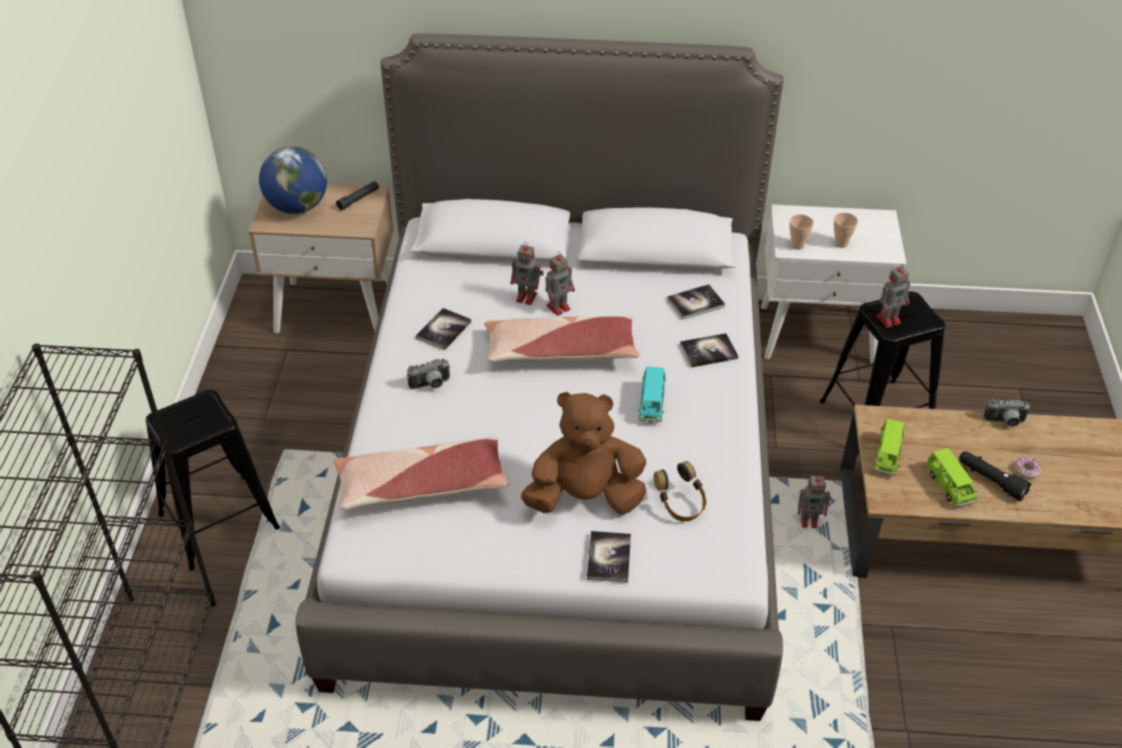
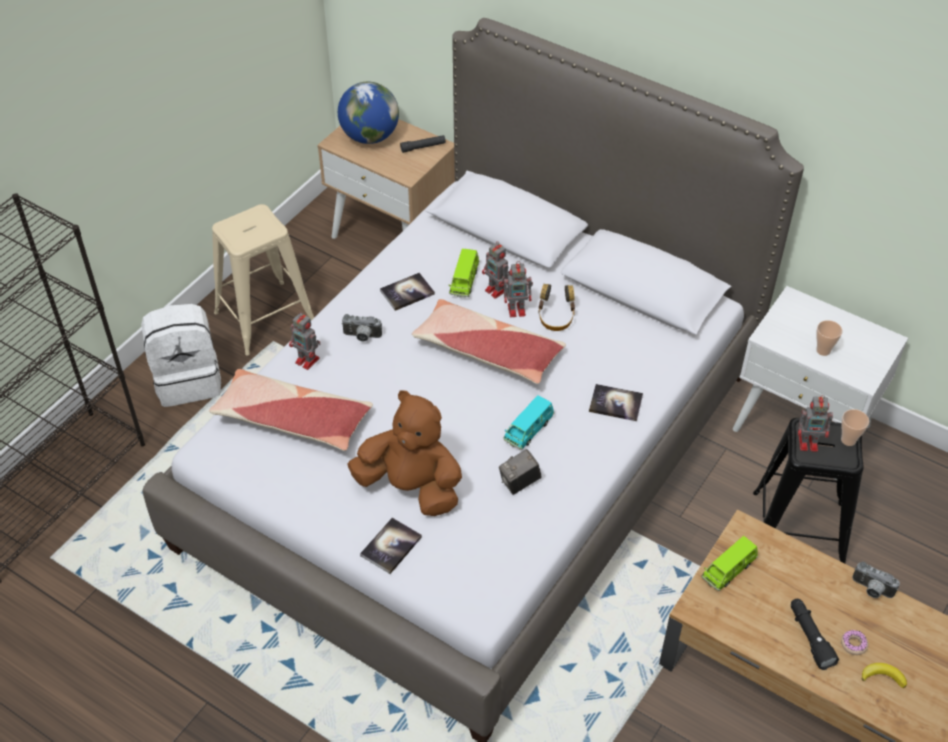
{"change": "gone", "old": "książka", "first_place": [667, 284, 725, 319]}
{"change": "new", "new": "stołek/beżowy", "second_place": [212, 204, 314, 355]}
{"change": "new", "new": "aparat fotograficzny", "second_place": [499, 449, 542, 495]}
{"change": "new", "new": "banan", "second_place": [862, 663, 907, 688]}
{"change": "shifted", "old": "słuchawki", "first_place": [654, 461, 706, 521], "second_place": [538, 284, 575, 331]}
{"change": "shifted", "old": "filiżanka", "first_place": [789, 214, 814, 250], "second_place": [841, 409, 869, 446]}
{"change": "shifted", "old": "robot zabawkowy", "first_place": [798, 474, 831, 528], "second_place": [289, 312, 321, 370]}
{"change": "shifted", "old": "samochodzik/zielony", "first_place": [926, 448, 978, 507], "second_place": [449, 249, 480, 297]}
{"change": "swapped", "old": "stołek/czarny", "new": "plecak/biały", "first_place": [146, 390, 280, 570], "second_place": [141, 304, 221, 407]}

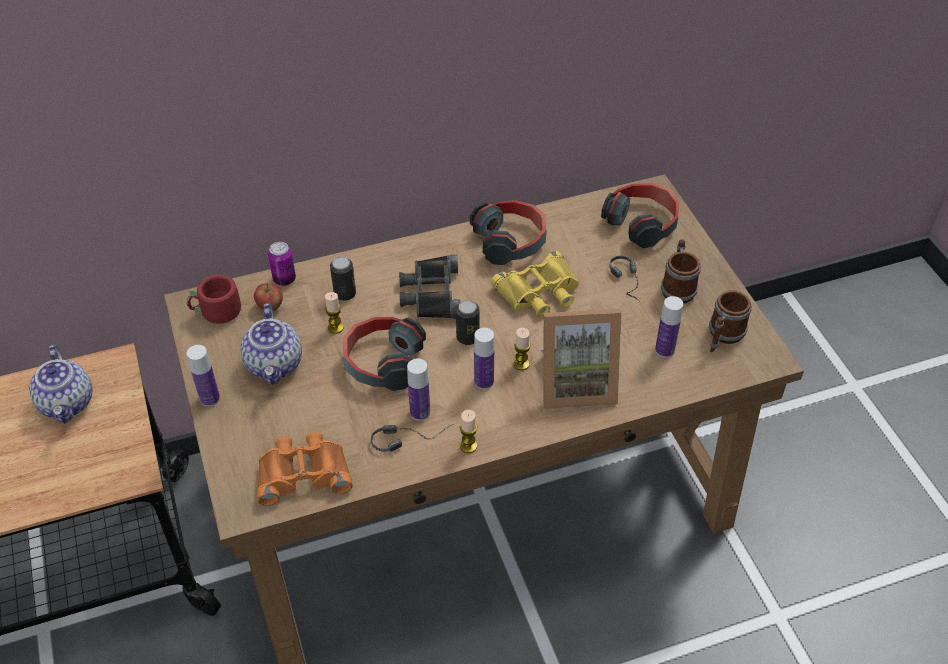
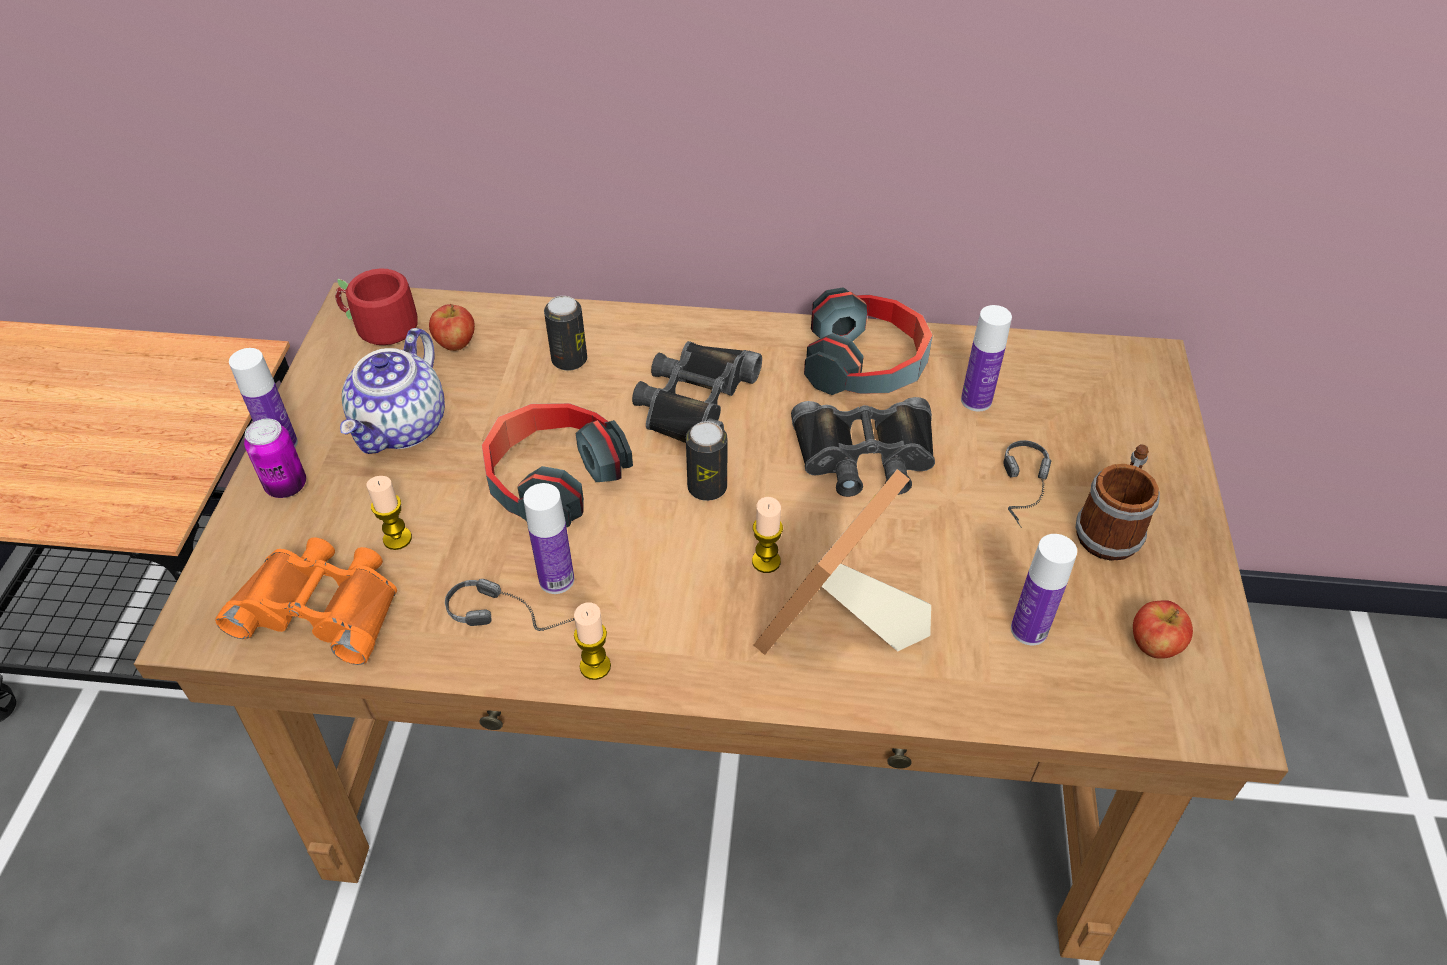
{"change": "gone", "old": "imbryk", "first_place": [29, 345, 92, 423]}
{"change": "gone", "old": "słuchawki", "first_place": [601, 183, 680, 248]}
{"change": "shifted", "old": "puszka", "first_place": [268, 242, 296, 286], "second_place": [244, 419, 306, 498]}
{"change": "shifted", "old": "świeca", "first_place": [325, 292, 344, 334], "second_place": [366, 476, 412, 550]}
{"change": "shifted", "old": "butelka", "first_place": [474, 328, 494, 390], "second_place": [961, 305, 1012, 411]}
{"change": "swapped", "old": "kubek", "new": "jabłko", "first_place": [709, 290, 752, 352], "second_place": [1133, 600, 1193, 659]}
{"change": "repainted", "old": "lornetka/żółty", "new": "lornetka/czarny", "first_place": [491, 251, 579, 317], "second_place": [791, 397, 935, 497]}
{"change": "rotated", "old": "ramka na zdjęcie", "first_place": [540, 309, 622, 409], "second_place": [753, 469, 931, 655], "degrees": 105}

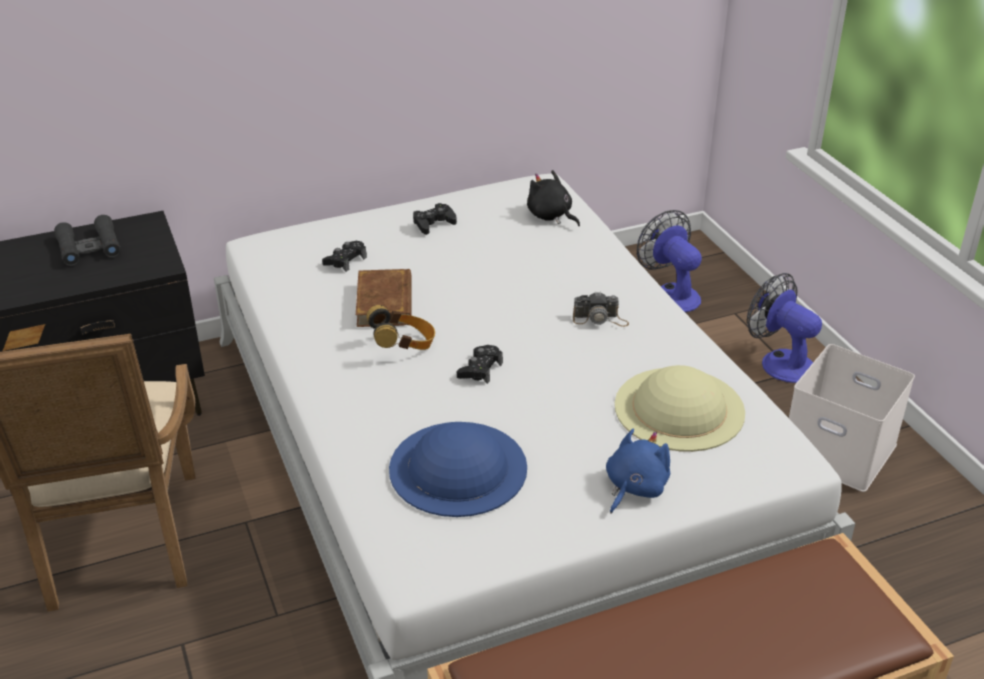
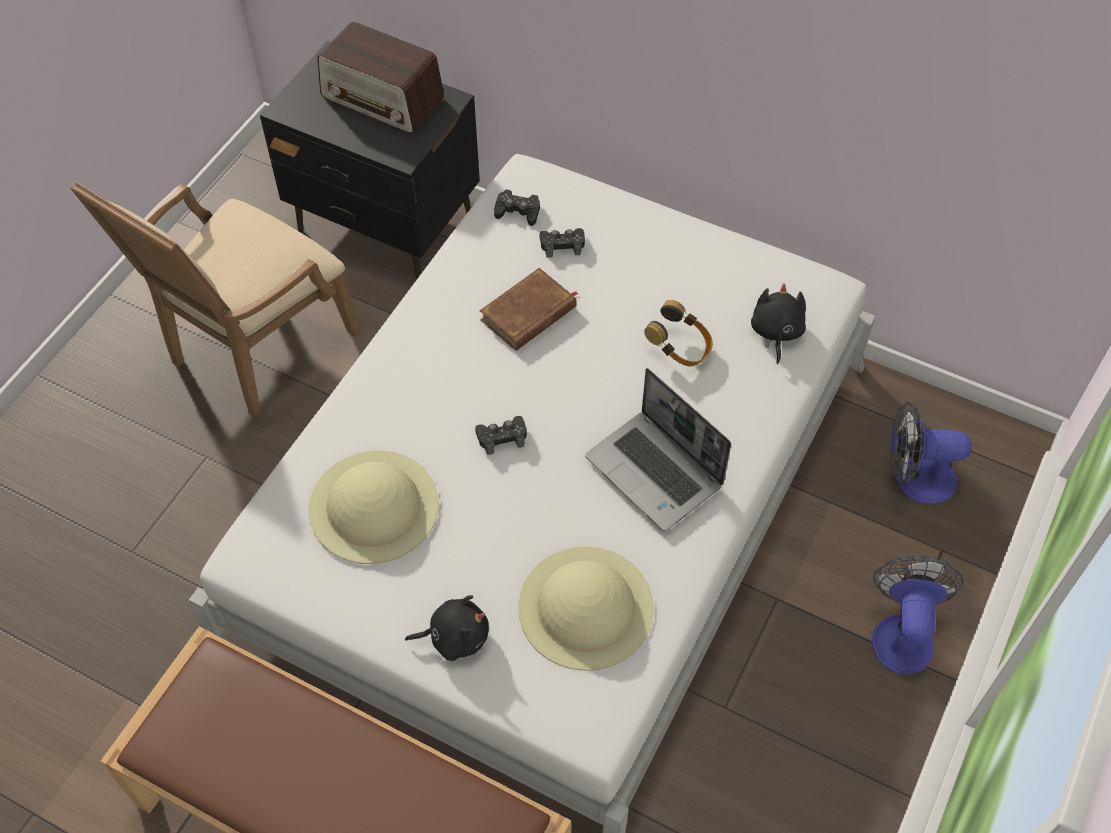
{"change": "gone", "old": "pojemnik do przechowywania/biały", "first_place": [789, 344, 915, 492]}
{"change": "shifted", "old": "słuchawki", "first_place": [366, 305, 435, 350], "second_place": [644, 300, 713, 367]}
{"change": "shifted", "old": "pad do gier/czarny", "first_place": [413, 203, 457, 235], "second_place": [494, 189, 540, 226]}
{"change": "swapped", "old": "lornetka/czarny", "new": "radio", "first_place": [54, 215, 120, 266], "second_place": [318, 21, 444, 133]}
{"change": "swapped", "old": "aparat fotograficzny", "new": "laptop", "first_place": [573, 292, 629, 327], "second_place": [585, 368, 731, 531]}
{"change": "repainted", "old": "kapelusz/niebieski", "new": "kapelusz/beżowy", "first_place": [389, 422, 527, 517], "second_place": [308, 451, 439, 564]}
{"change": "repainted", "old": "pluszak/niebieski", "new": "pluszak/czarny", "first_place": [606, 429, 670, 514], "second_place": [405, 595, 489, 661]}
{"change": "rotated", "old": "wentylator", "first_place": [637, 210, 702, 312], "second_place": [890, 402, 971, 504], "degrees": -105}

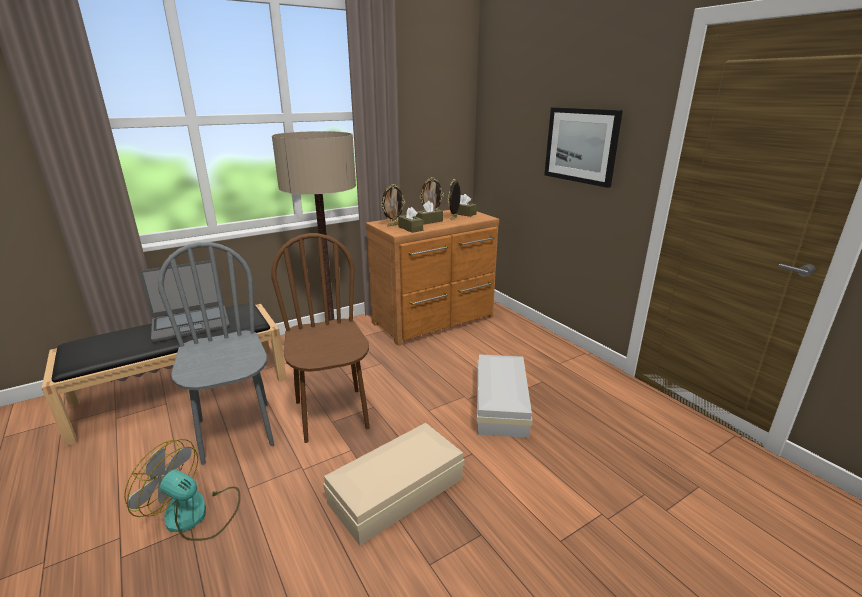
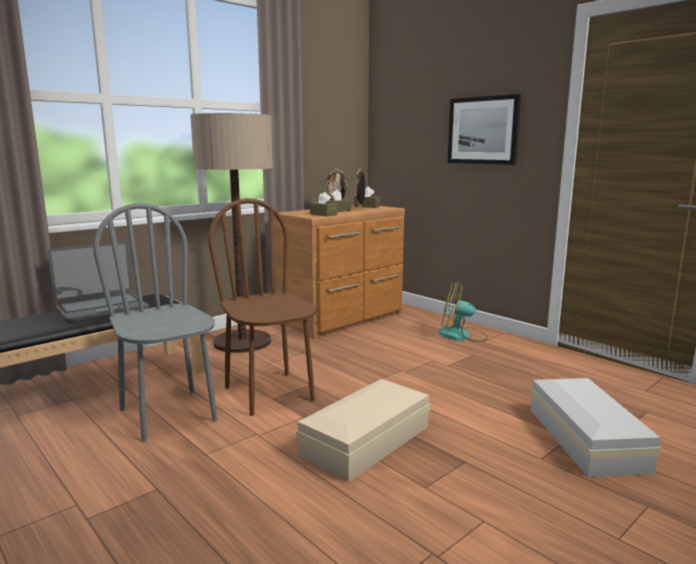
{"change": "gone", "old": "ramka na zdjęcie", "first_place": [381, 184, 405, 226]}
{"change": "shifted", "old": "wentylator", "first_place": [124, 439, 241, 541], "second_place": [438, 282, 487, 342]}
{"change": "shifted", "old": "pojemnik do przechowywania/biały", "first_place": [477, 354, 532, 438], "second_place": [530, 378, 661, 477]}

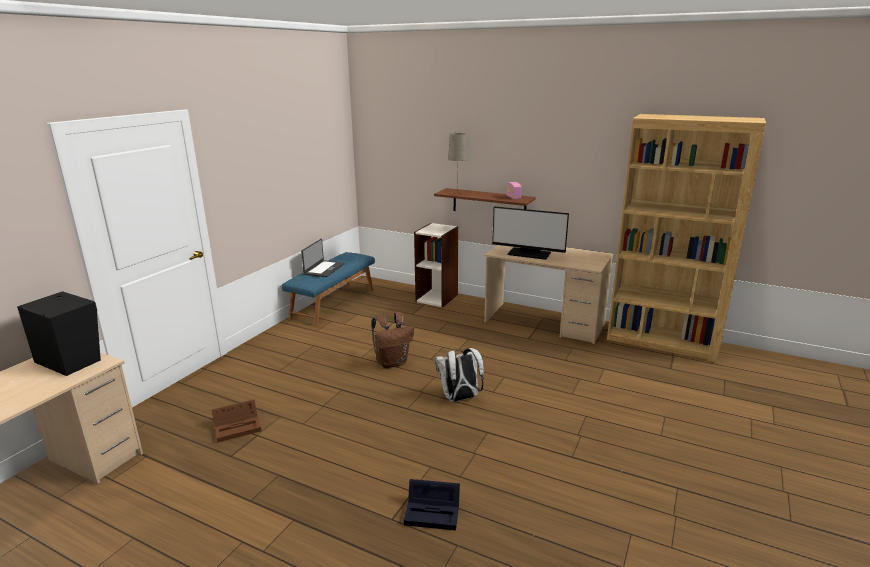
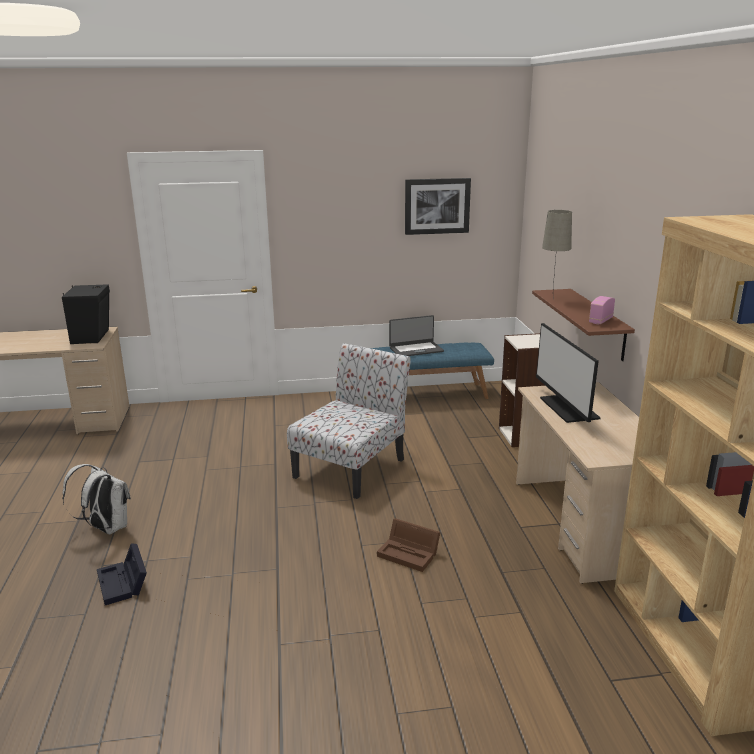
{"change": "new", "new": "obraz", "second_place": [405, 178, 471, 235]}
{"change": "shifted", "old": "pojemnik do przechowywania/brązowy", "first_place": [212, 400, 261, 443], "second_place": [377, 519, 440, 572]}
{"change": "shifted", "old": "plecak/biały", "first_place": [435, 348, 484, 402], "second_place": [62, 464, 131, 534]}
{"change": "swapped", "old": "plecak/brązowy", "new": "krzesło", "first_place": [371, 312, 414, 368], "second_place": [287, 343, 411, 499]}

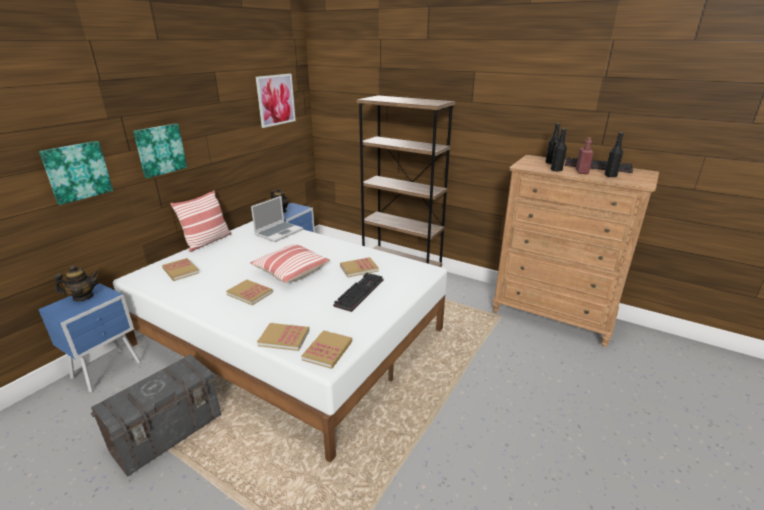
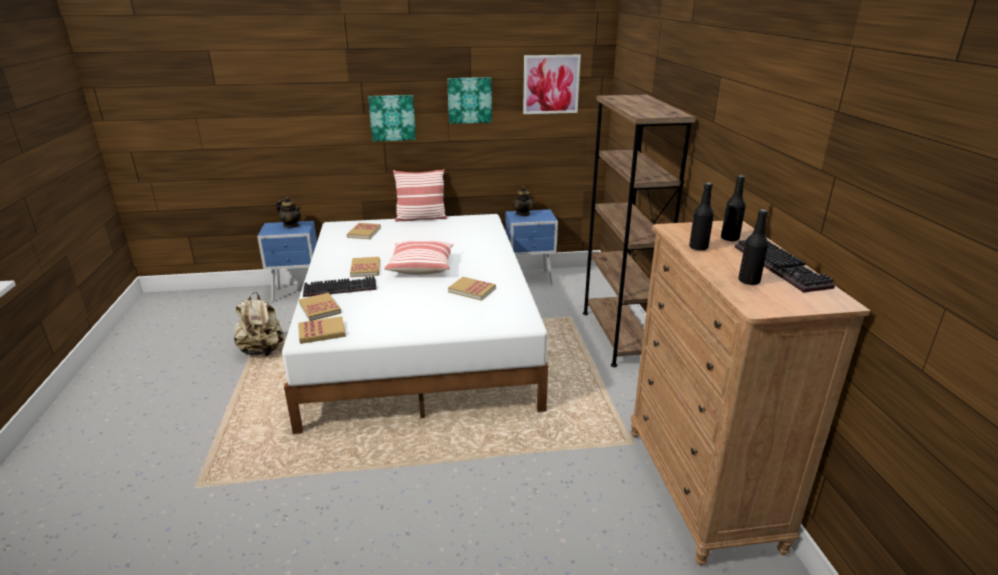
{"change": "gone", "old": "laptop", "first_place": [251, 196, 303, 242]}
{"change": "gone", "old": "butelka/czerwony", "first_place": [576, 137, 594, 174]}
{"change": "shifted", "old": "obraz", "first_place": [39, 141, 113, 205], "second_place": [447, 77, 492, 124]}
{"change": "shifted", "old": "klawiatura", "first_place": [333, 273, 383, 312], "second_place": [303, 276, 377, 297]}
{"change": "swapped", "old": "pojemnik do przechowywania/szary", "new": "plecak/beżowy", "first_place": [91, 354, 221, 477], "second_place": [234, 292, 284, 356]}

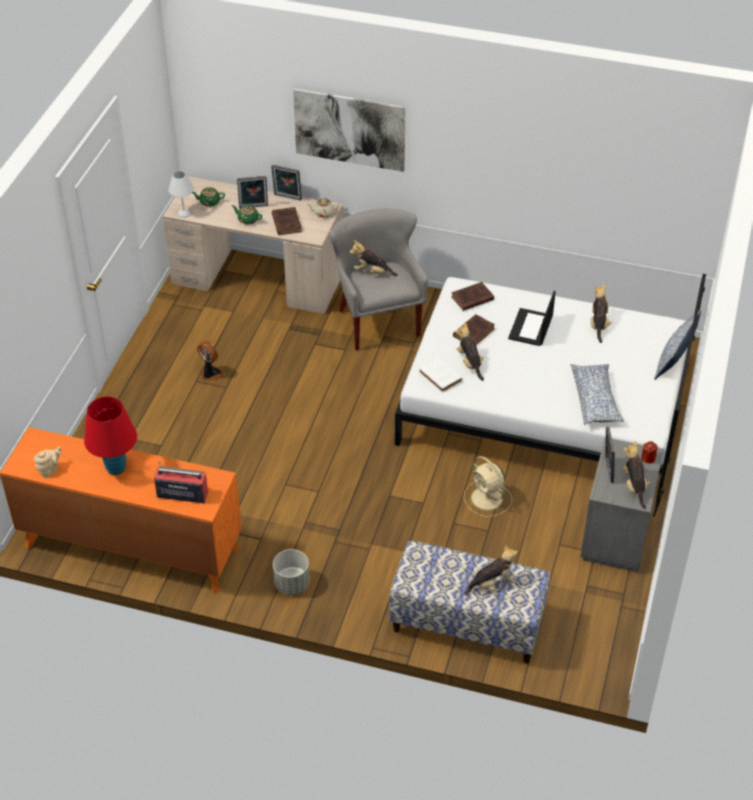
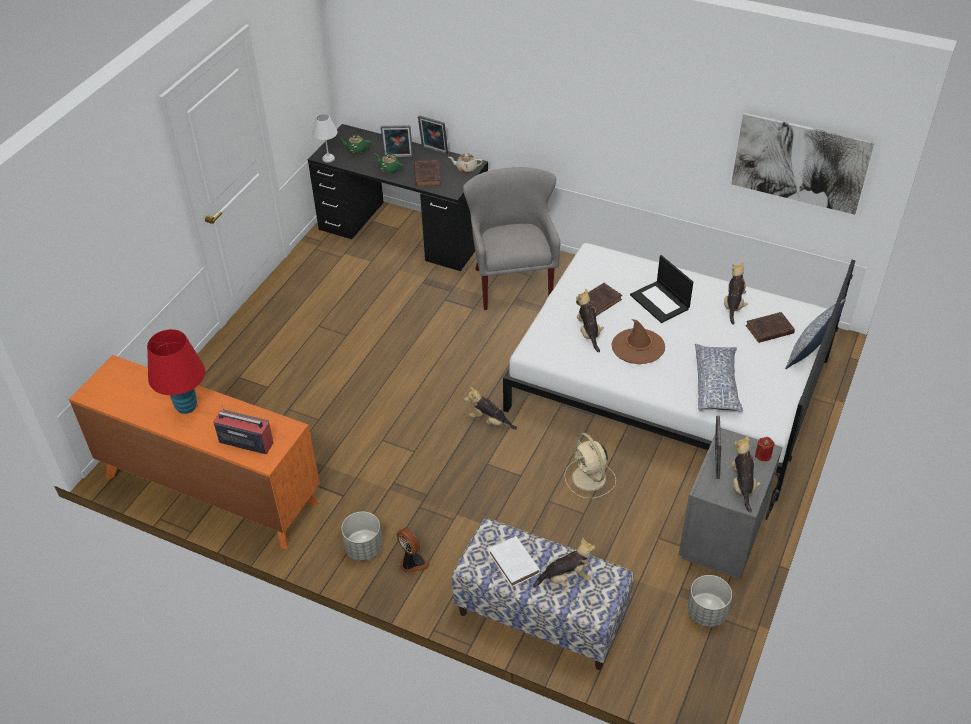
{"change": "gone", "old": "imbryk/beżowy", "first_place": [34, 447, 61, 478]}
{"change": "new", "new": "kapelusz/brązowy", "second_place": [611, 319, 665, 364]}
{"change": "new", "new": "donica/szary", "second_place": [687, 575, 732, 627]}
{"change": "shifted", "old": "wentylator", "first_place": [197, 341, 225, 381], "second_place": [397, 527, 430, 574]}
{"change": "shifted", "old": "obraz", "first_place": [293, 88, 406, 172], "second_place": [731, 113, 874, 215]}
{"change": "shifted", "old": "pluszak", "first_place": [349, 240, 398, 276], "second_place": [464, 387, 517, 429]}
{"change": "shifted", "old": "książka/biały", "first_place": [419, 357, 463, 393], "second_place": [489, 536, 540, 587]}
{"change": "shifted", "old": "książka/brązowy", "first_place": [451, 282, 494, 311], "second_place": [746, 312, 795, 343]}
{"change": "repainted", "old": "biurko/beżowy", "new": "biurko/czarny", "first_place": [163, 176, 343, 314], "second_place": [308, 124, 488, 271]}
{"change": "rotated", "old": "laptop", "first_place": [508, 291, 556, 346], "second_place": [630, 255, 693, 323], "degrees": -60}

